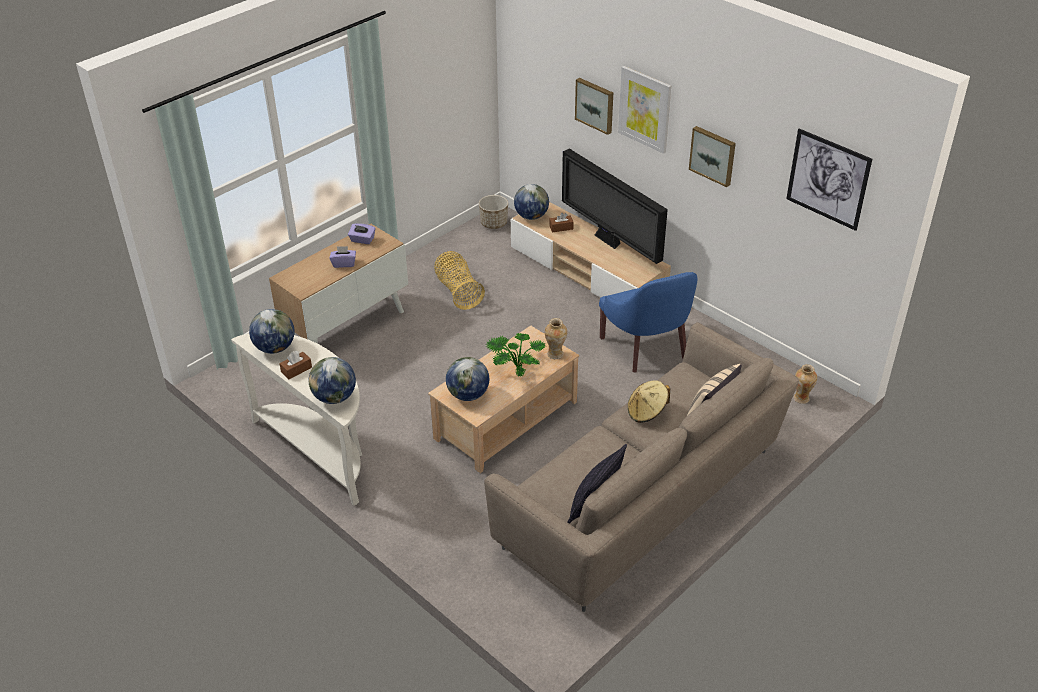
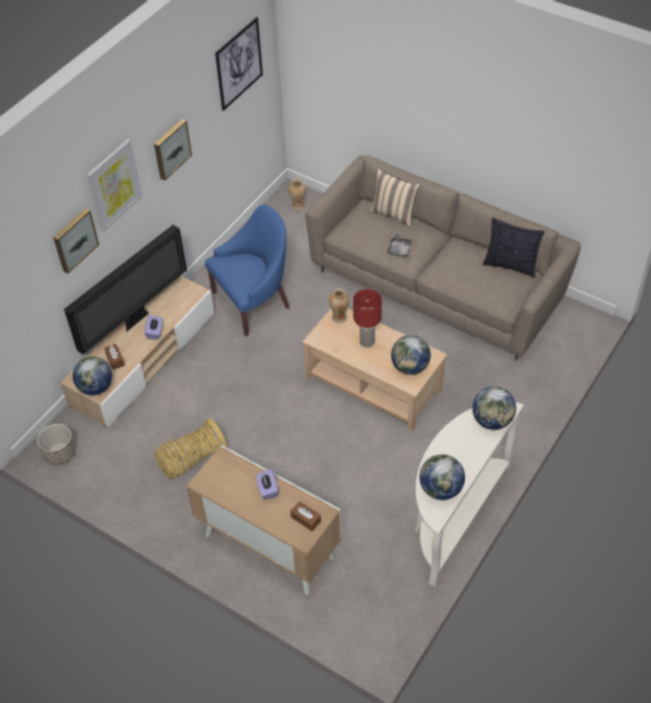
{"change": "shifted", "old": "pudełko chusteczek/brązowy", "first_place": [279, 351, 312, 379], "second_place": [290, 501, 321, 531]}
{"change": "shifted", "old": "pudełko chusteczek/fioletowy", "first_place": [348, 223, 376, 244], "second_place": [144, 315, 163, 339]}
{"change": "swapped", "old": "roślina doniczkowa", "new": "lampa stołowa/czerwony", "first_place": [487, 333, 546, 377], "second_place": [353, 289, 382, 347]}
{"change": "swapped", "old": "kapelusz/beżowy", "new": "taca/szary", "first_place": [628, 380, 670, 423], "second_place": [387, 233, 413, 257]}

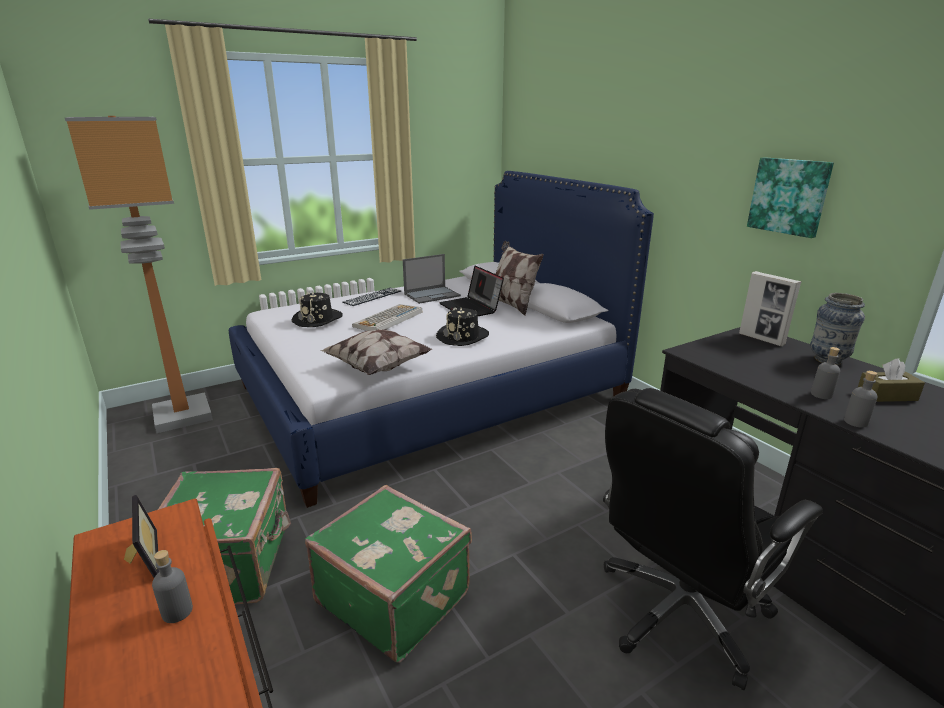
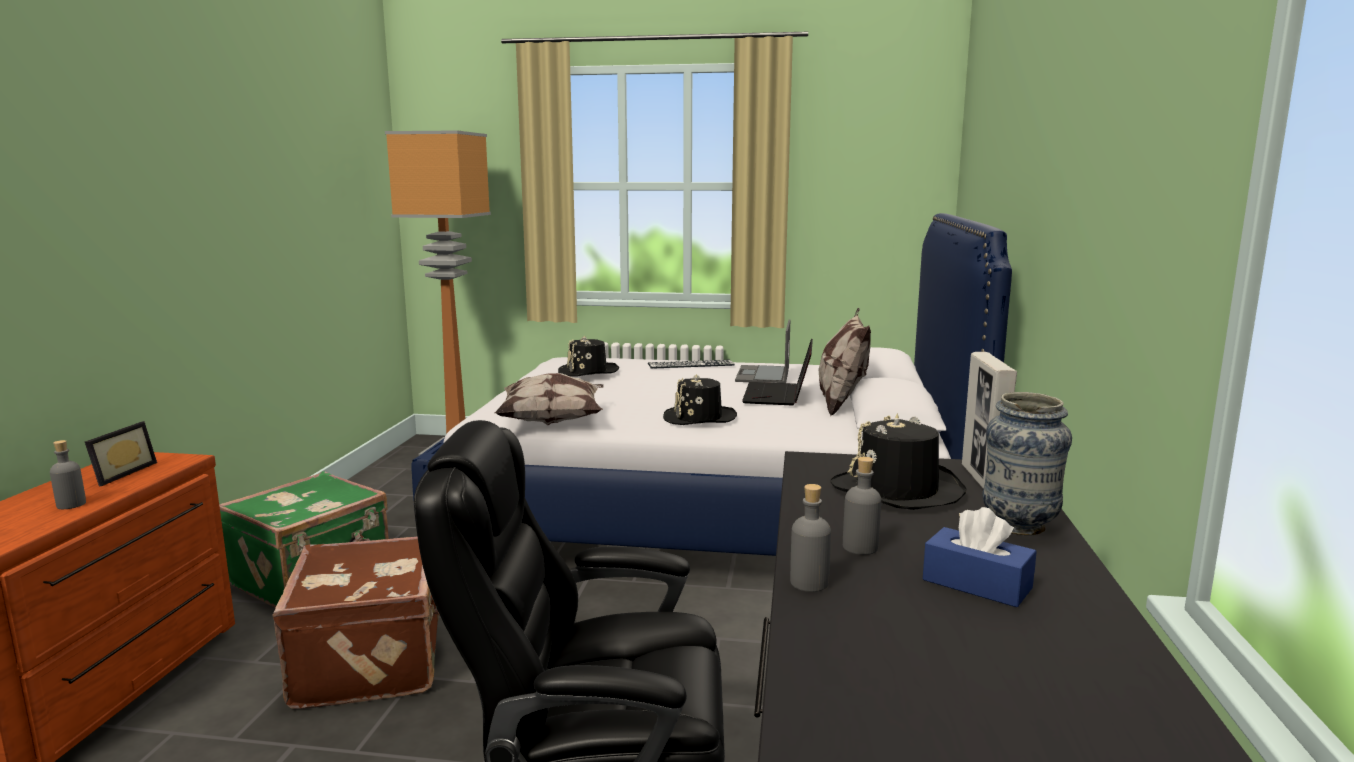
{"change": "gone", "old": "klawiatura", "first_place": [352, 304, 423, 331]}
{"change": "gone", "old": "obraz", "first_place": [747, 157, 834, 238]}
{"change": "new", "new": "kapelusz/czarny", "second_place": [831, 413, 967, 510]}
{"change": "repainted", "old": "walizka/zielony", "new": "walizka/brązowy", "first_place": [305, 485, 472, 663], "second_place": [272, 537, 440, 709]}
{"change": "repainted", "old": "pudełko chusteczek/brązowy", "new": "pudełko chusteczek/niebieski", "first_place": [858, 358, 925, 402], "second_place": [923, 507, 1037, 607]}
{"change": "rotated", "old": "laptop", "first_place": [403, 254, 461, 304], "second_place": [735, 320, 790, 383], "degrees": 90}

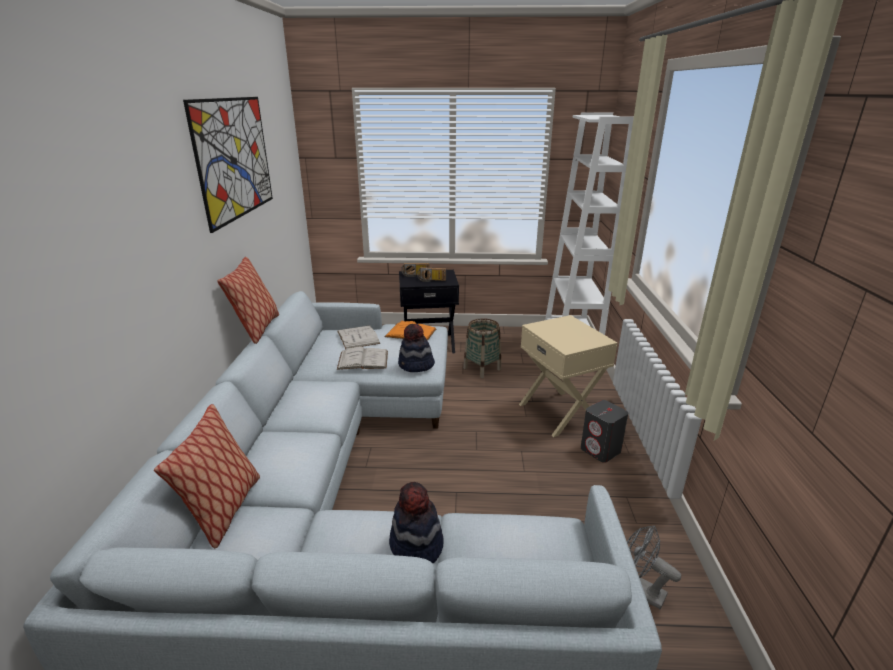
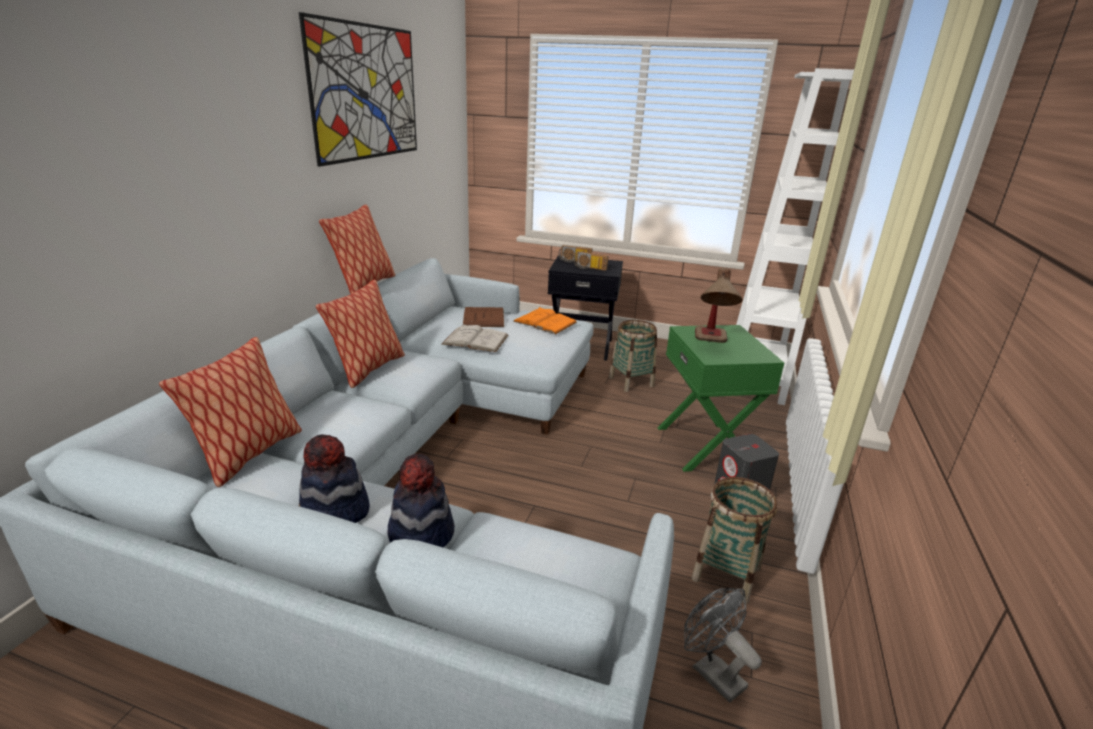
{"change": "new", "new": "poduszka", "second_place": [316, 280, 405, 388]}
{"change": "new", "new": "koszyk", "second_place": [691, 477, 778, 603]}
{"change": "new", "new": "lampa stołowa", "second_place": [695, 268, 742, 343]}
{"change": "shifted", "old": "kapelusz", "first_place": [398, 324, 435, 372], "second_place": [299, 434, 370, 523]}
{"change": "repainted", "old": "książka/biały", "new": "książka/brązowy", "first_place": [337, 325, 380, 349], "second_place": [463, 307, 504, 327]}
{"change": "repainted", "old": "stolik/beżowy", "new": "stolik/zielony", "first_place": [519, 315, 618, 437], "second_place": [658, 325, 784, 472]}

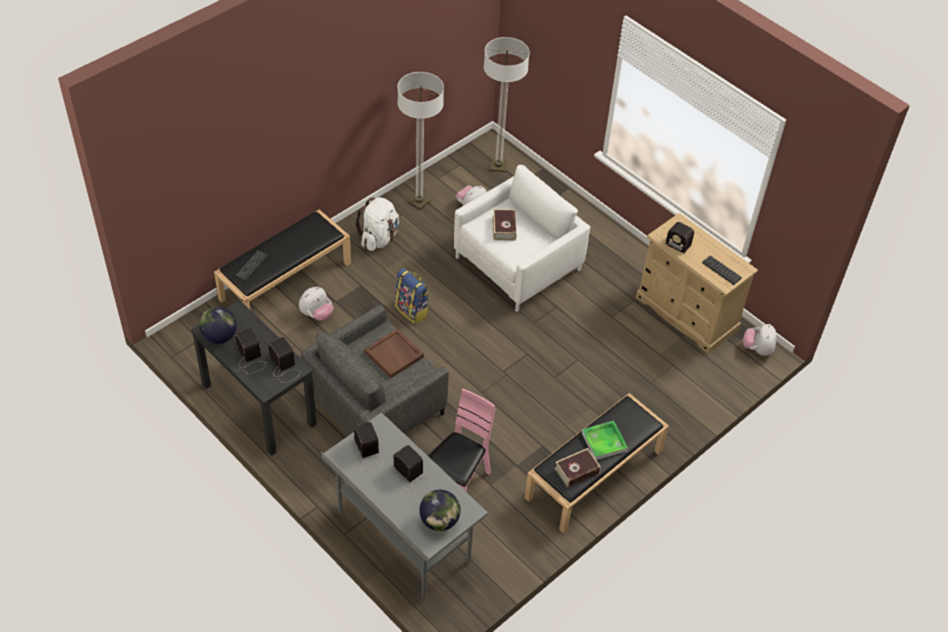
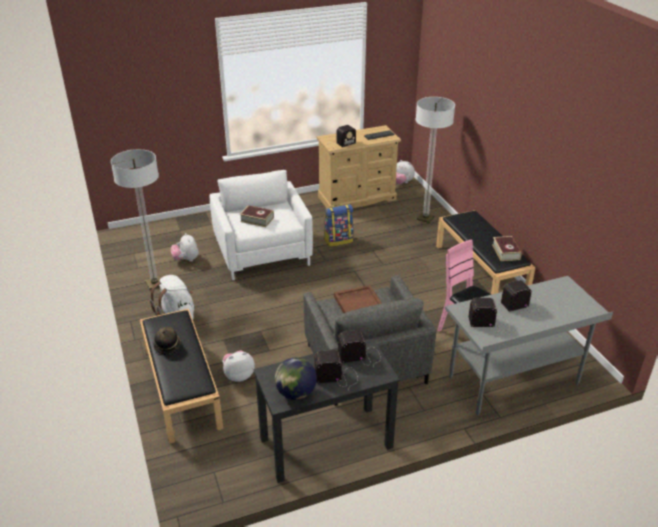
{"change": "gone", "old": "klawiatura", "first_place": [236, 250, 268, 281]}
{"change": "gone", "old": "globus", "first_place": [419, 490, 461, 531]}
{"change": "gone", "old": "taca", "first_place": [582, 421, 628, 460]}
{"change": "new", "new": "kapelusz", "second_place": [153, 327, 181, 354]}
{"change": "shifted", "old": "plecak", "first_place": [395, 268, 429, 325], "second_place": [324, 204, 354, 247]}
{"change": "shifted", "old": "lampa stojąca", "first_place": [484, 37, 530, 172], "second_place": [416, 97, 455, 223]}
{"change": "rotated", "old": "pluszak", "first_place": [299, 287, 334, 321], "second_place": [223, 351, 255, 382], "degrees": -90}

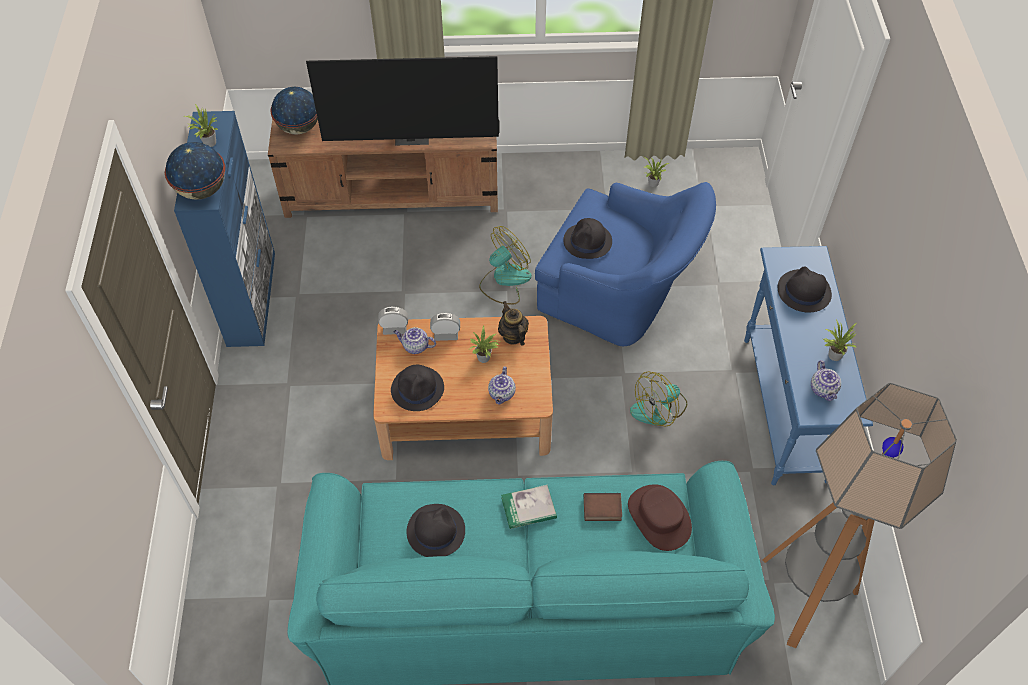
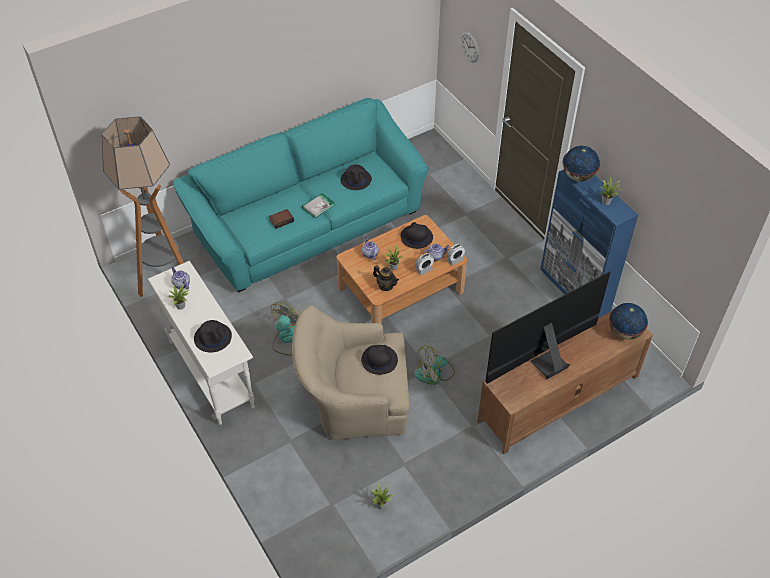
{"change": "gone", "old": "kapelusz/brązowy", "first_place": [628, 484, 692, 551]}
{"change": "new", "new": "zegar ścienny", "second_place": [460, 32, 479, 62]}
{"change": "repainted", "old": "fotel/niebieski", "new": "fotel/beżowy", "first_place": [535, 182, 716, 346], "second_place": [292, 305, 410, 440]}
{"change": "repainted", "old": "stolik konsolowy/niebieski", "new": "stolik konsolowy/biały", "first_place": [744, 246, 873, 485], "second_place": [148, 261, 255, 425]}
{"change": "rotated", "old": "wentylator", "first_place": [479, 226, 532, 305], "second_place": [414, 345, 455, 385], "degrees": 45}

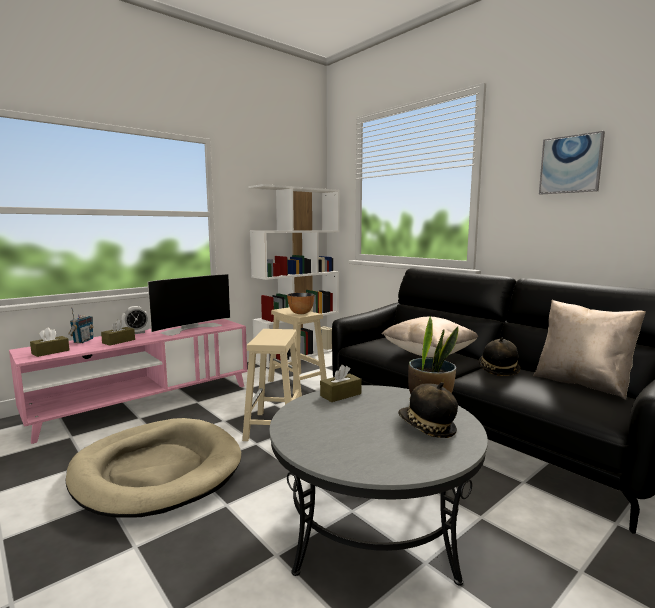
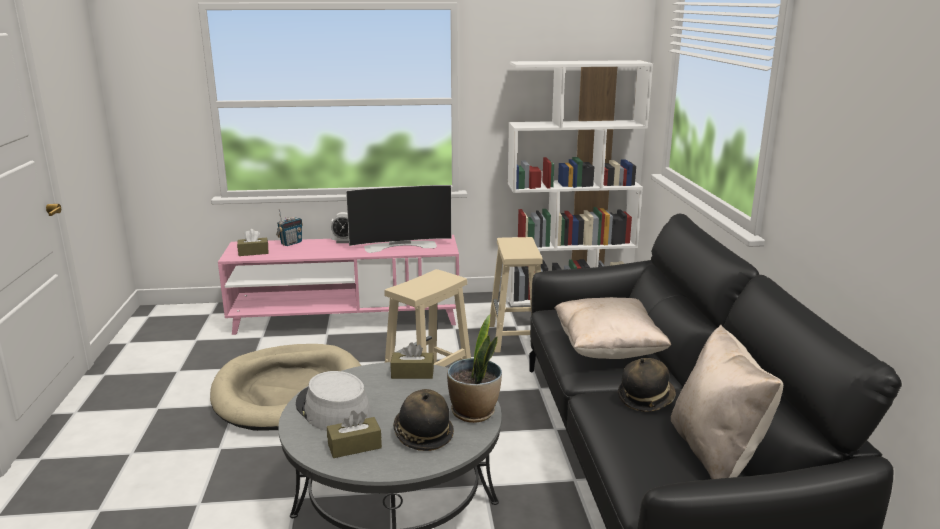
{"change": "gone", "old": "miska", "first_place": [287, 293, 314, 314]}
{"change": "gone", "old": "obraz", "first_place": [539, 131, 605, 195]}
{"change": "new", "new": "kapelusz/szary", "second_place": [296, 371, 371, 431]}
{"change": "shifted", "old": "pudełko chusteczek/brązowy", "first_place": [101, 319, 135, 346], "second_place": [327, 411, 382, 458]}

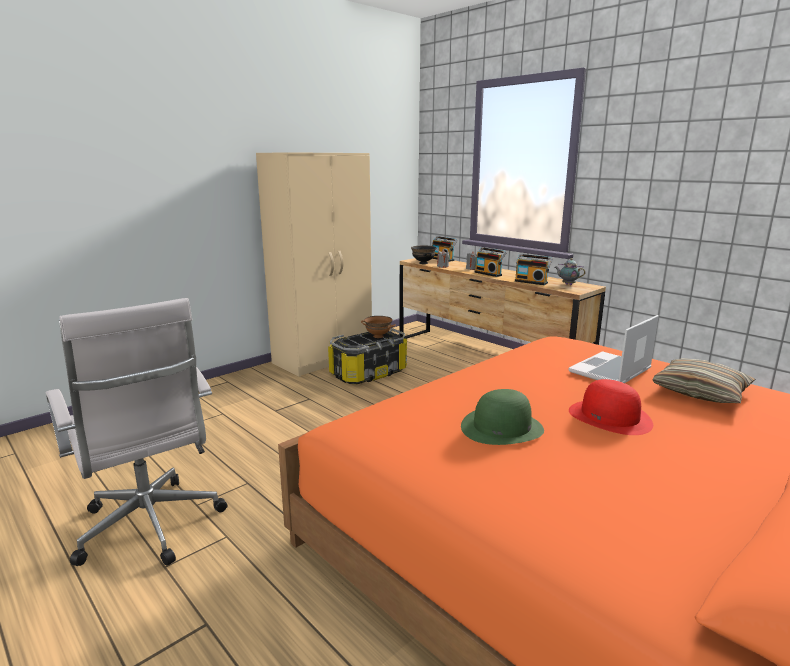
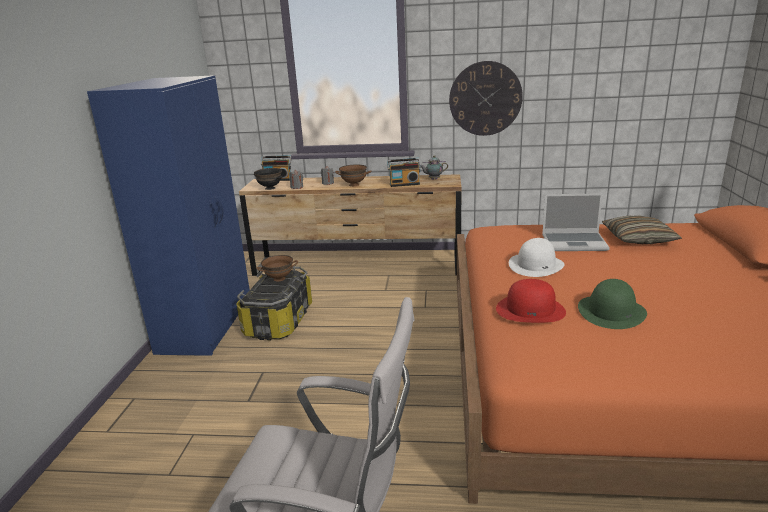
{"change": "new", "new": "zegar ścienny", "second_place": [449, 61, 523, 136]}
{"change": "new", "new": "kapelusz/biały", "second_place": [509, 238, 564, 277]}
{"change": "shifted", "old": "kapelusz/czerwony", "first_place": [569, 379, 653, 435], "second_place": [496, 279, 566, 323]}
{"change": "swapped", "old": "radio", "new": "miska/brązowy", "first_place": [474, 247, 506, 277], "second_place": [335, 164, 372, 186]}
{"change": "repainted", "old": "szafa/beżowy", "new": "szafa/niebieski", "first_place": [256, 152, 372, 377], "second_place": [87, 75, 250, 356]}
{"change": "rotated", "old": "laptop", "first_place": [568, 315, 659, 383], "second_place": [542, 193, 610, 251], "degrees": -90}

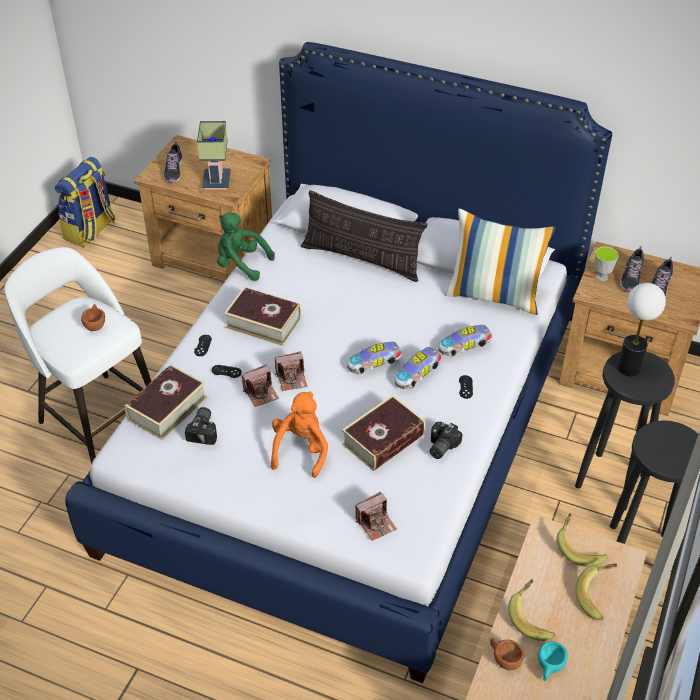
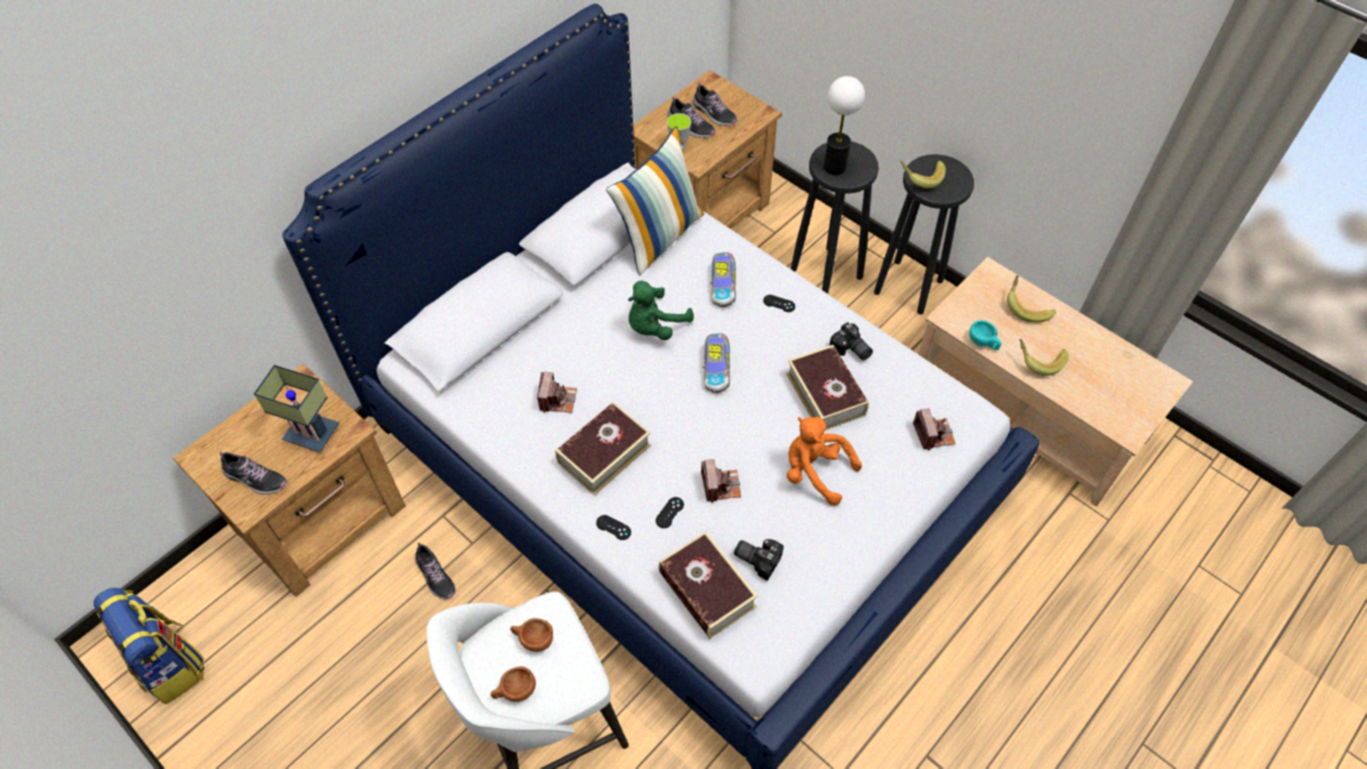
{"change": "gone", "old": "poduszka", "first_place": [301, 190, 427, 282]}
{"change": "gone", "old": "samochodzik", "first_place": [394, 347, 442, 389]}
{"change": "new", "new": "but", "second_place": [415, 542, 456, 599]}
{"change": "shifted", "old": "pluszak/zielony", "first_place": [217, 212, 275, 281], "second_place": [628, 281, 694, 340]}
{"change": "shifted", "old": "aparat fotograficzny", "first_place": [275, 351, 307, 391], "second_place": [537, 371, 577, 413]}
{"change": "shifted", "old": "filiżanka/brązowy", "first_place": [490, 638, 525, 670], "second_place": [490, 666, 536, 702]}
{"change": "shifted", "old": "filiżanka/turkusowy", "first_place": [538, 641, 568, 681], "second_place": [969, 320, 1001, 350]}
{"change": "shifted", "old": "banan", "first_place": [556, 513, 608, 567], "second_place": [900, 160, 946, 189]}

